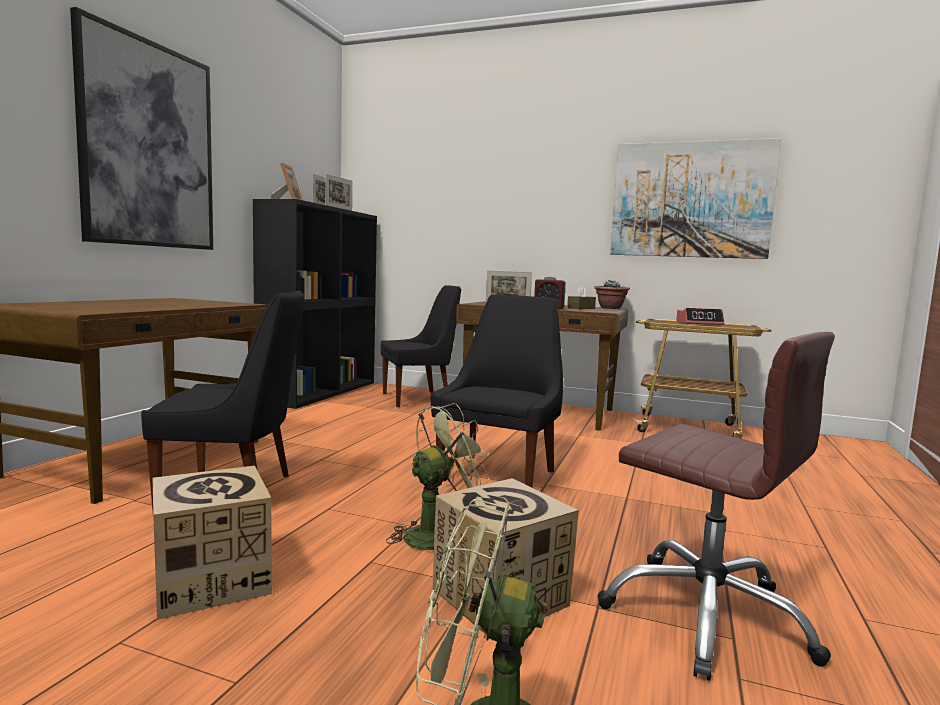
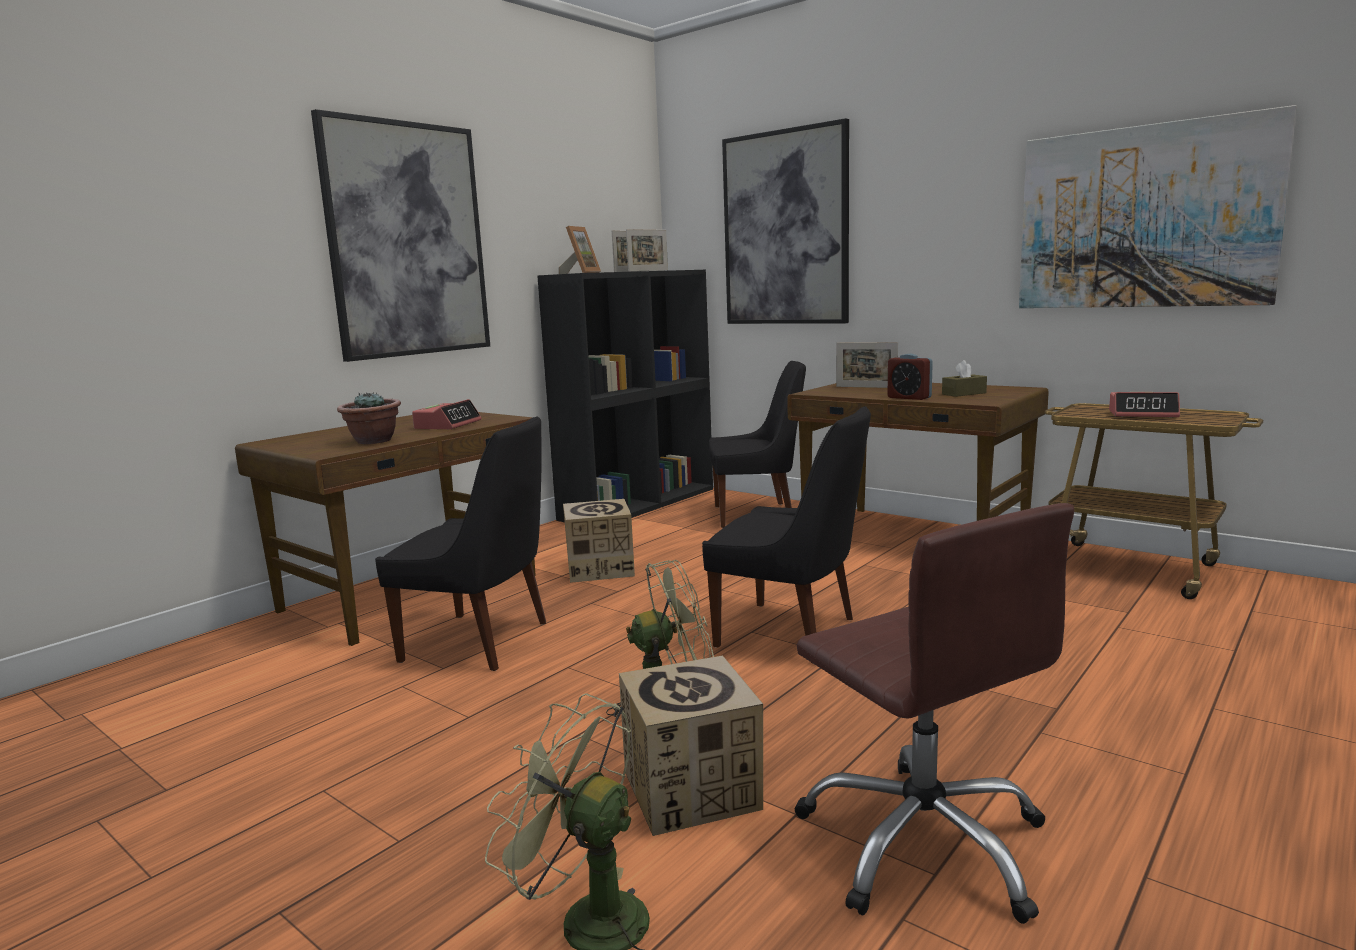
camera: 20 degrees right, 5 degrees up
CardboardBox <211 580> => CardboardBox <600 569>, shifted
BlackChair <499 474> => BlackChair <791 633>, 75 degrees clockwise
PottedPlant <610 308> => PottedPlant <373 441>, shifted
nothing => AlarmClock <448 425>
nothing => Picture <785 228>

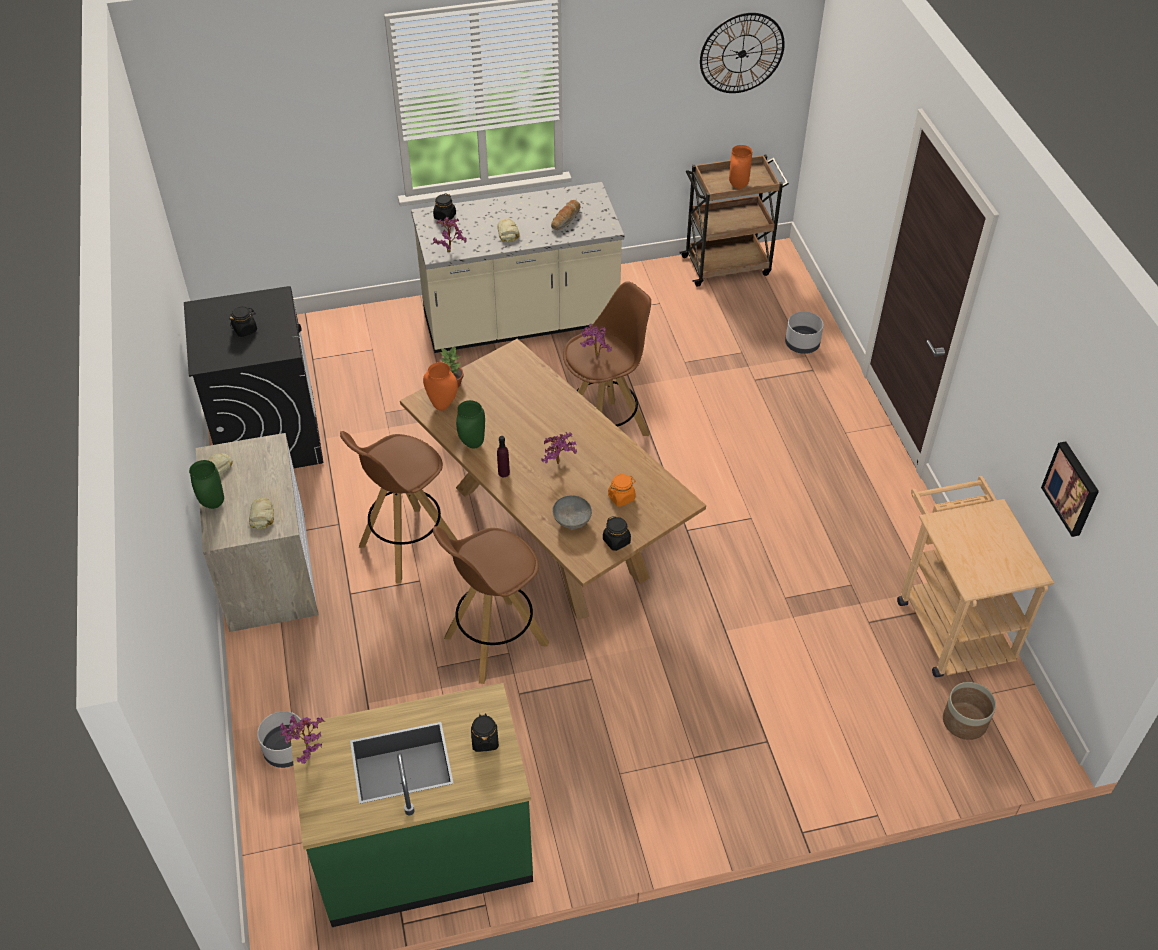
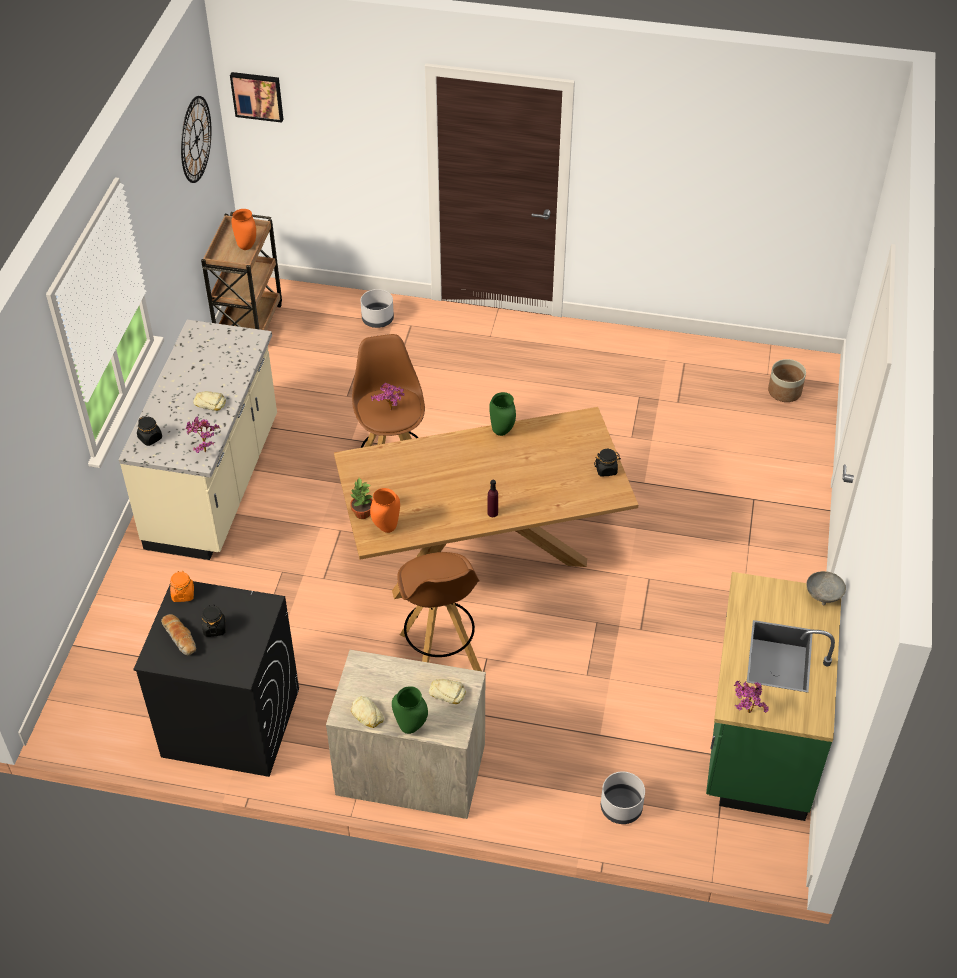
camera: 65 degrees left, 0 degrees up
BrownStool <494 641> => nothing
GreenVase <473 444> => GreenVase <502 431>, shifted
BlackJar <485 740> => nothing
PottedPlant <559 465> => nothing
Bread <566 220> => Bread <180 638>, shifted
GreyBowl <572 522> => GreyBowl <824 596>, shifted
OrangeJar <621 497> => OrangeJar <183 594>, shifted
BeigeCart <949 621> => nothing
Picture <1072 488> => Picture <257 95>, shifted

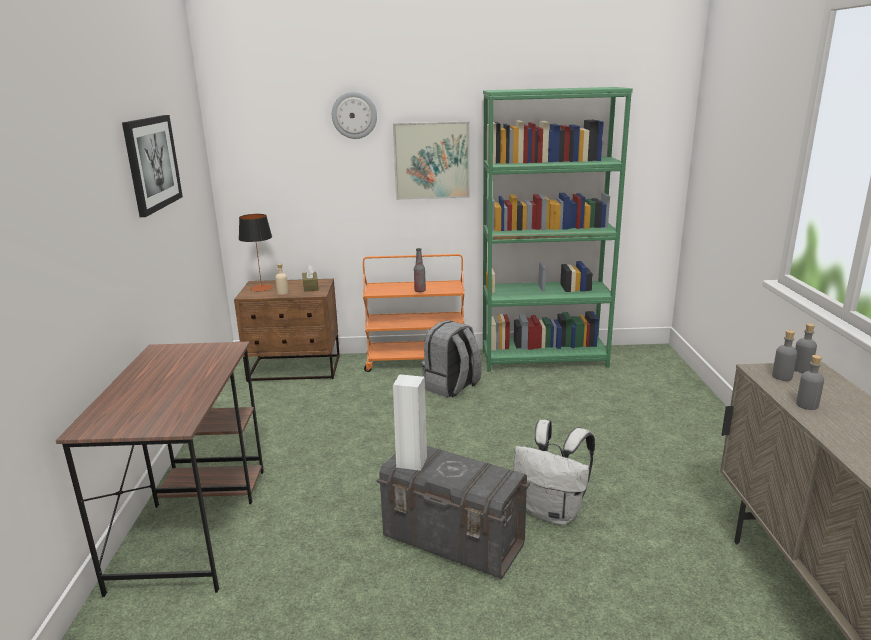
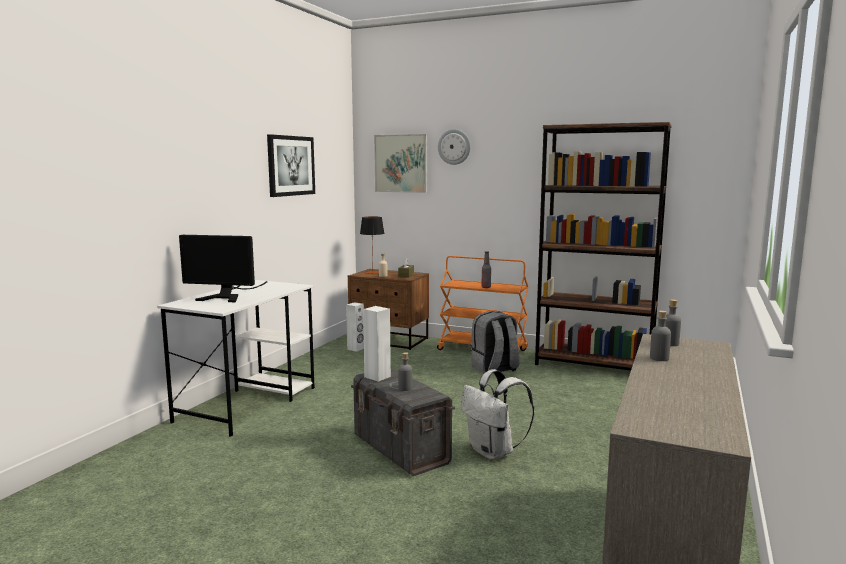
camera: 25 degrees right, 10 degrees down
BrownDesk <194 524> => WhiteDesk <248 403>
Picture <431 160> => Picture <401 163>, shifted
GreenBookcase <544 359> => BrownBookcase <594 365>
GreyBottle <801 369> => GreyBottle <405 388>, shifted
nothing => Monitor <228 296>
nothing => WhiteSpeaker <356 349>

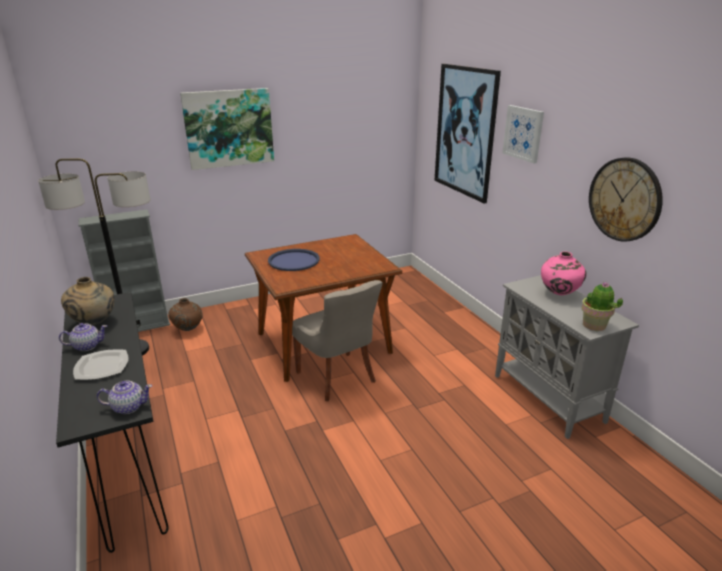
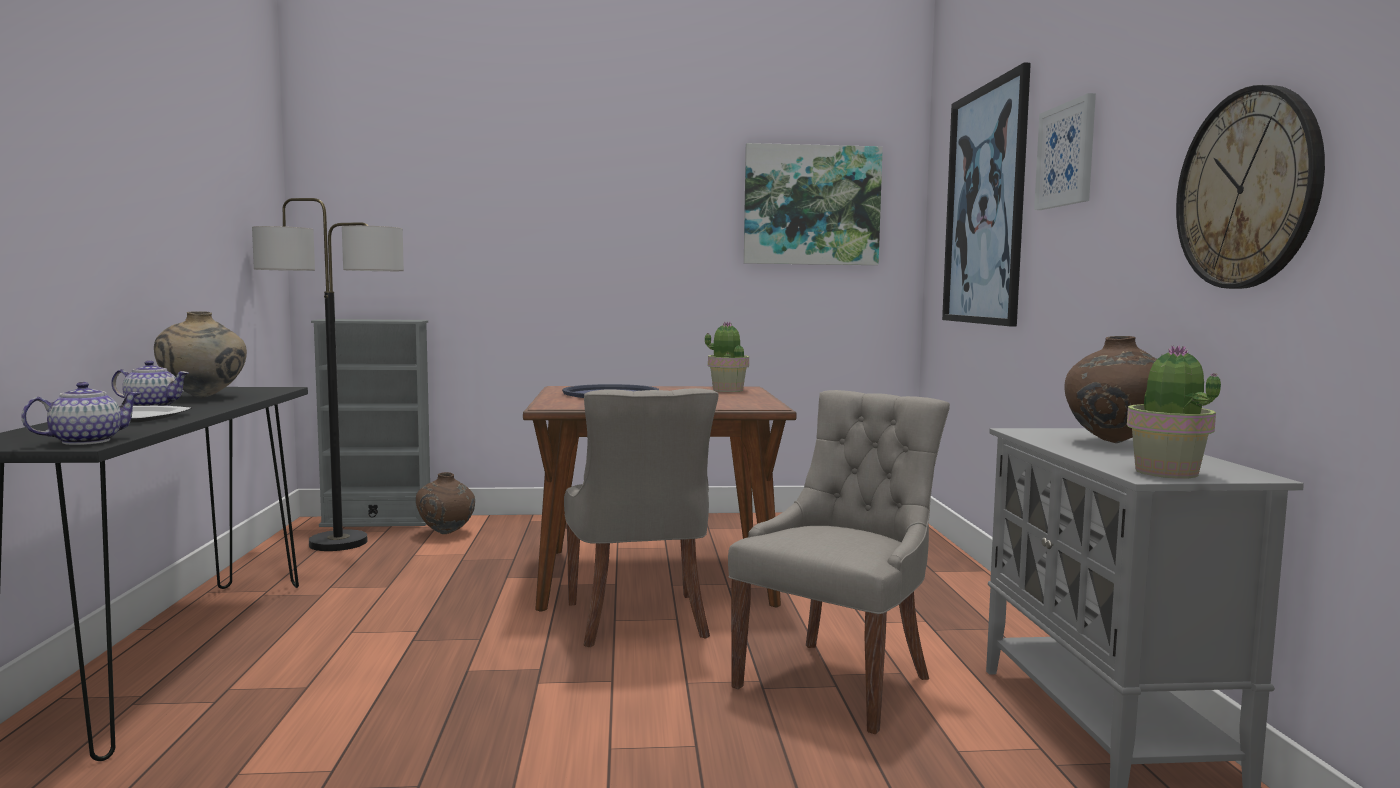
camera: 20 degrees right, 20 degrees down
Teapot <128 407> => Teapot <85 441>, 60 degrees counterclockwise
Picture <229 128> => Picture <811 205>, shifted
PinkVase <559 294> => BrownVase <1115 443>
nothing => PottedPlant <727 390>
nothing => GreyChair <838 681>

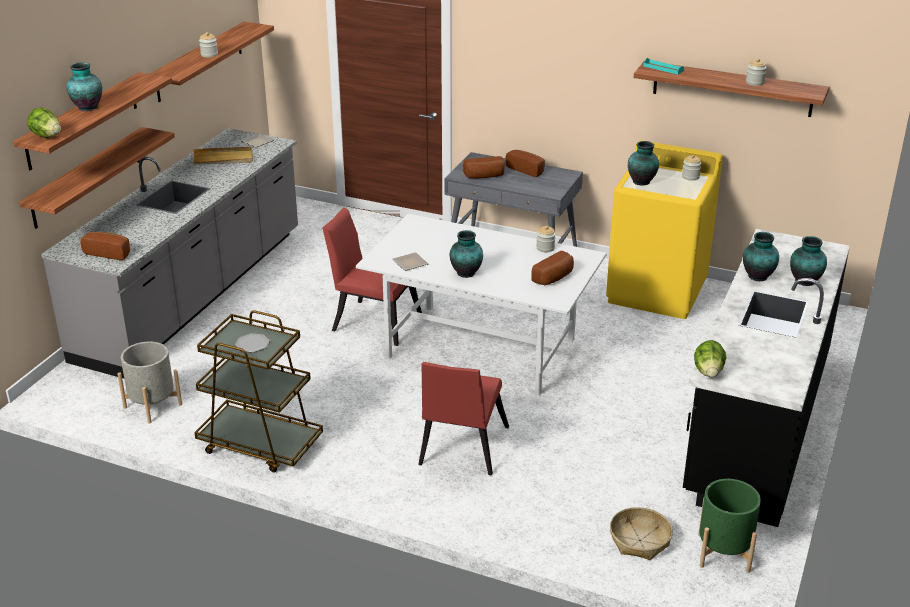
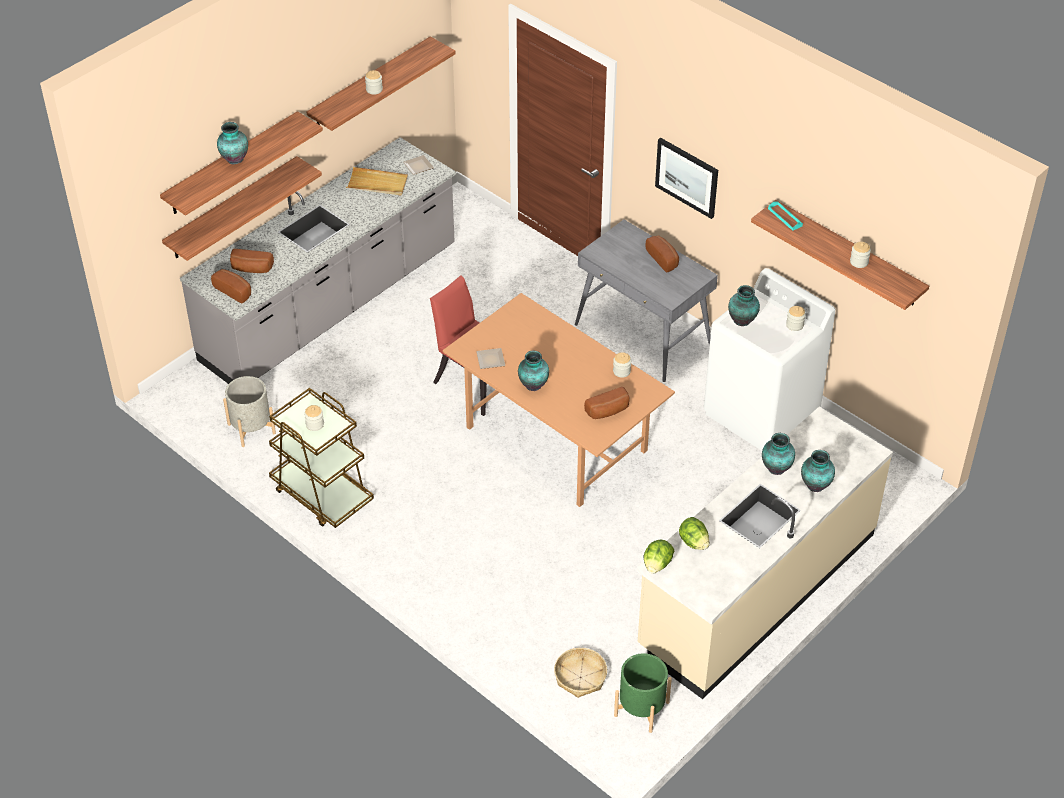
camera: 20 degrees right, 15 degrees up
Lettuce <47 136> => Lettuce <693 542>, shifted
Plate <252 344> => Jar <315 424>
WhiteDiningTable <482 348> => BrownDiningTable <558 439>
RedChair <461 449> => nothing
Bread <485 176> => Bread <251 269>, shifted
YellowWashingMachine <657 291> => WhiteWashingMachine <761 412>
BlackCounter <757 422> => BeigeCounter <756 590>
nothing => Picture <687 177>

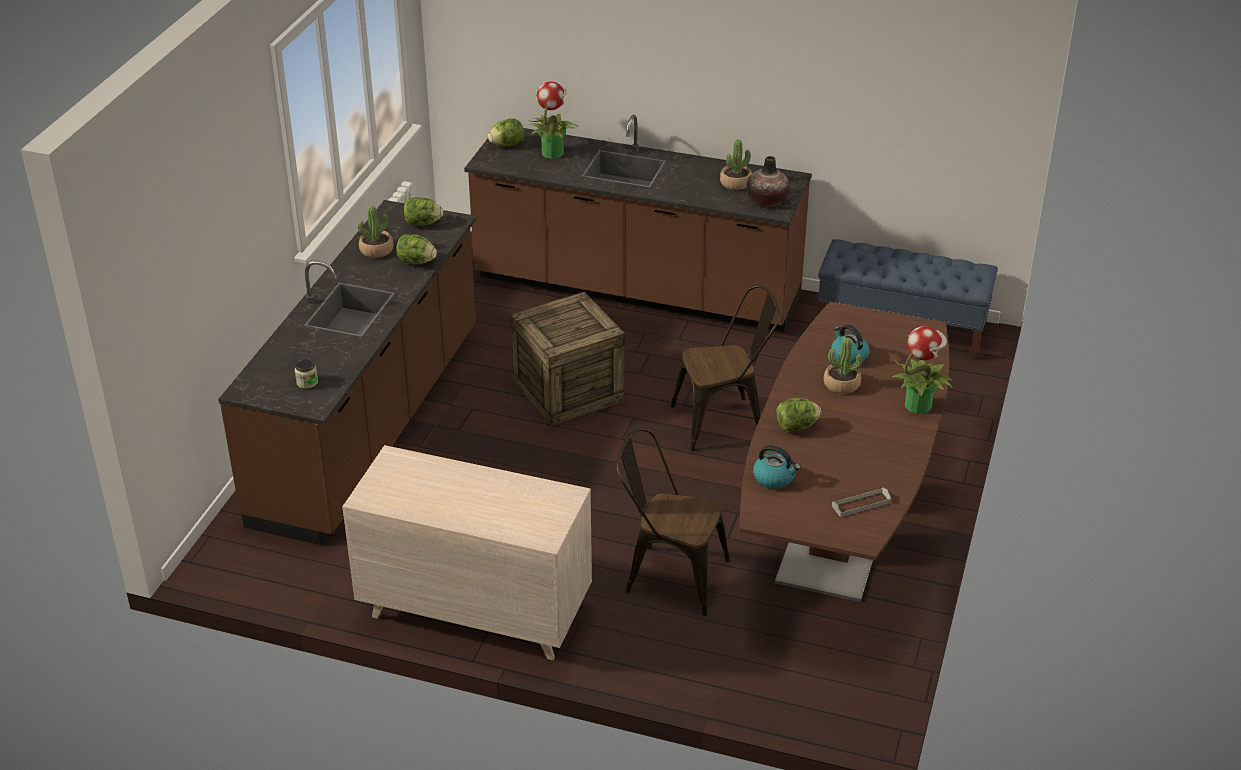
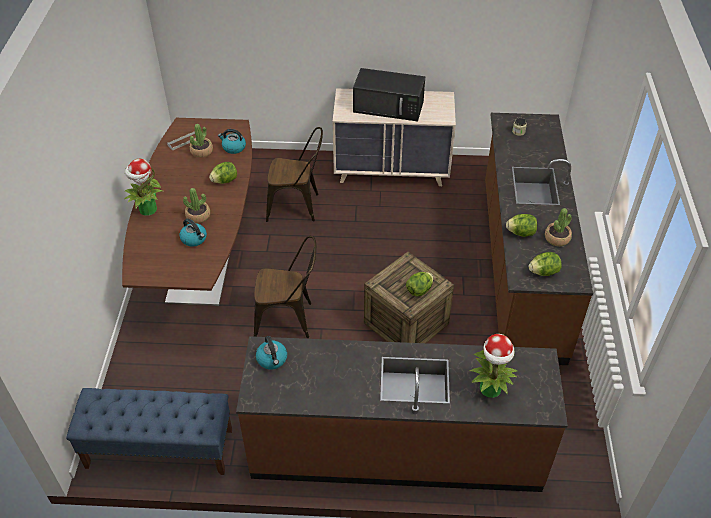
camera: 165 degrees right, 10 degrees up
Lettuce <507 144> => Lettuce <419 290>, shifted
BrownChair <725 421> => BrownChair <288 319>, 150 degrees counterclockwise
PottedPlant <735 183> => PottedPlant <202 151>, shifted
Vase <767 201> => Kettle <272 359>
nothing => BlackMicrowave <389 106>

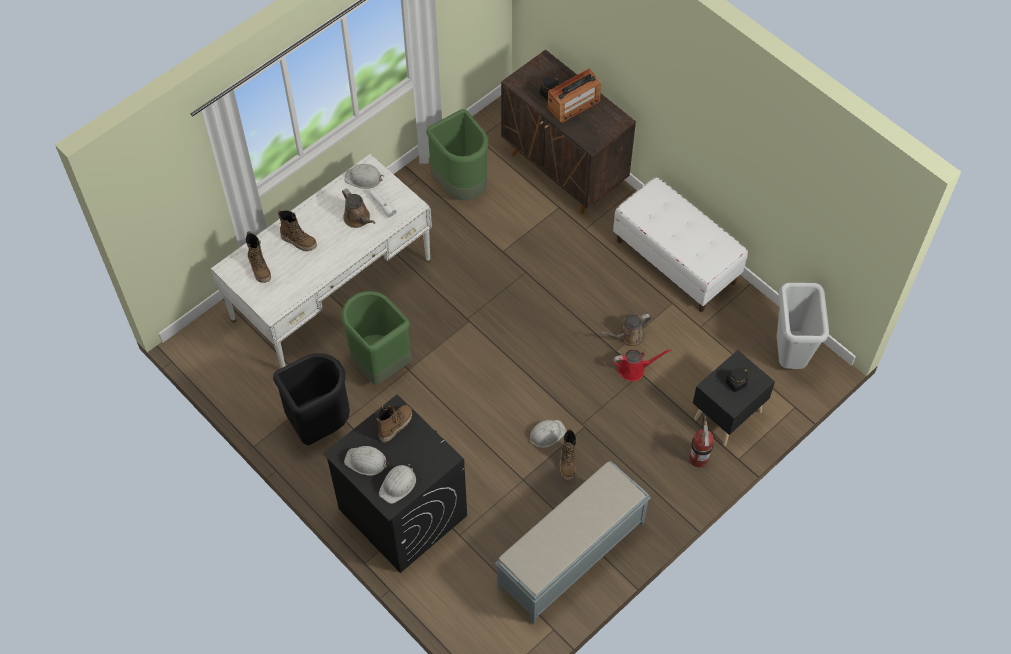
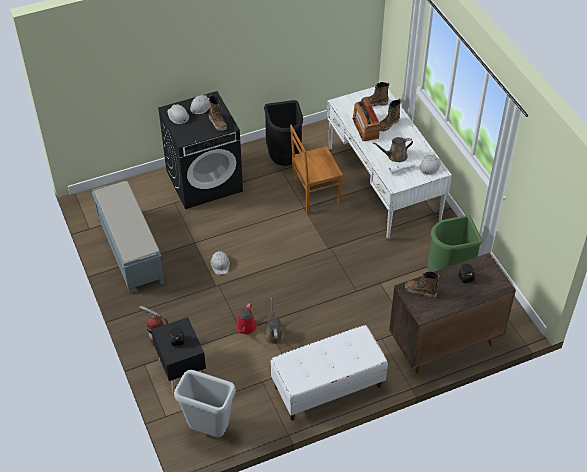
camera: 110 degrees right, 10 degrees down
GreenTrashCan <379 364> => BrownChair <314 195>
Radio <574 104> => Radio <365 128>, shifted
Boot <567 463> => Boot <420 291>, shifted

